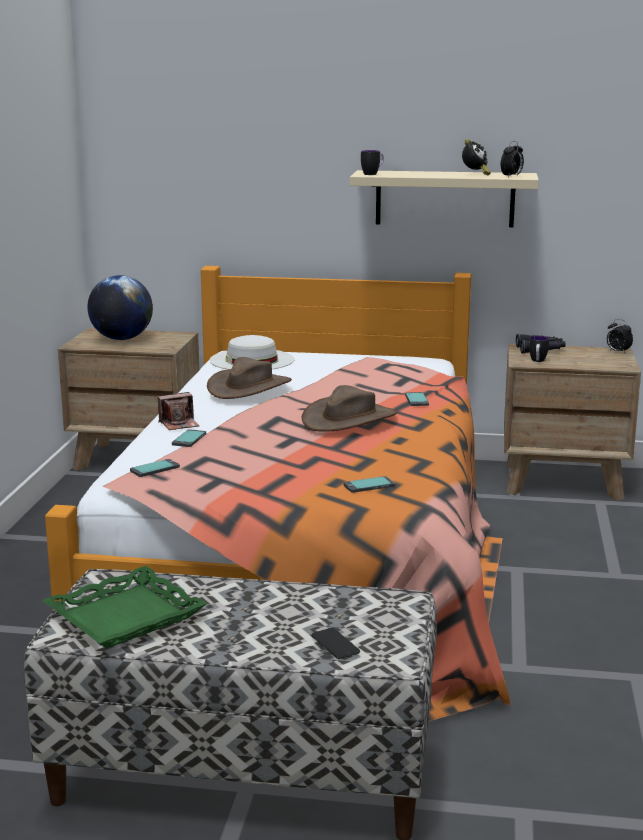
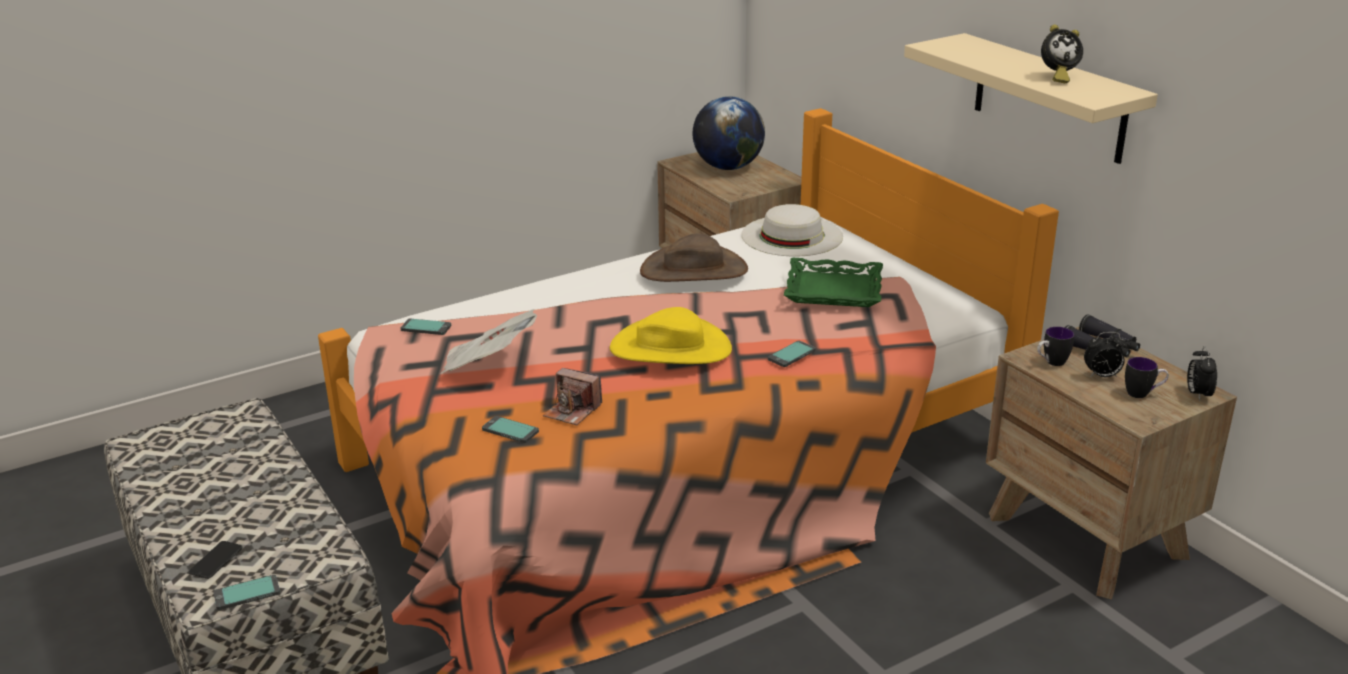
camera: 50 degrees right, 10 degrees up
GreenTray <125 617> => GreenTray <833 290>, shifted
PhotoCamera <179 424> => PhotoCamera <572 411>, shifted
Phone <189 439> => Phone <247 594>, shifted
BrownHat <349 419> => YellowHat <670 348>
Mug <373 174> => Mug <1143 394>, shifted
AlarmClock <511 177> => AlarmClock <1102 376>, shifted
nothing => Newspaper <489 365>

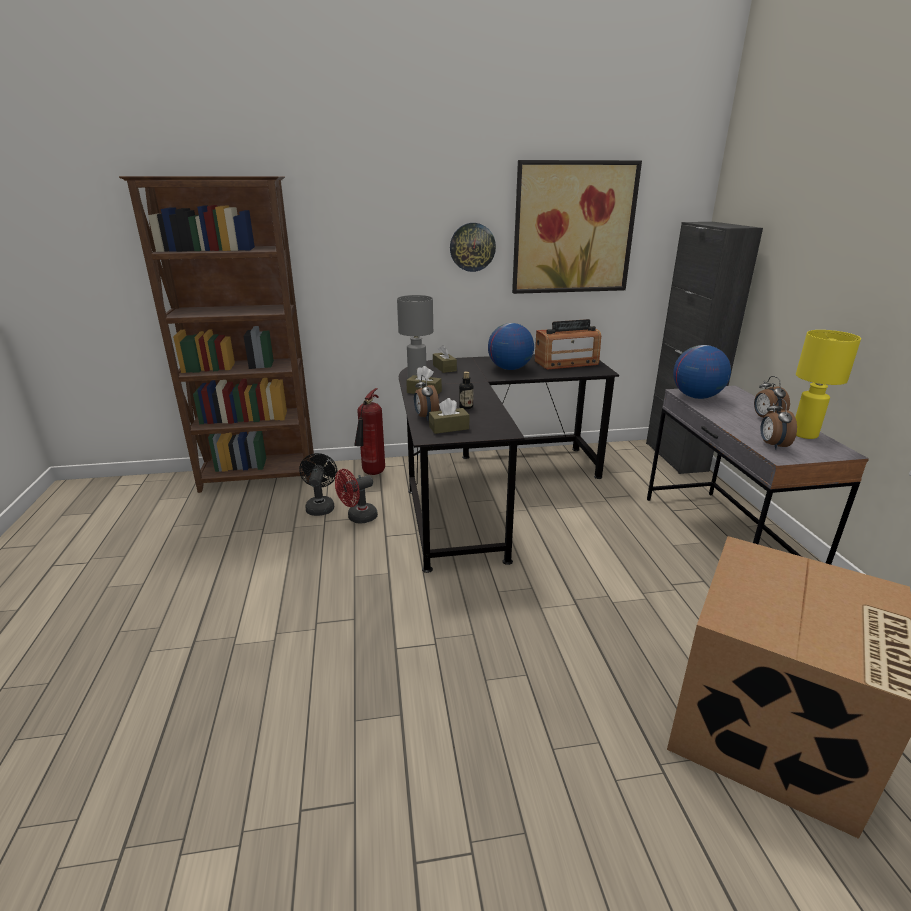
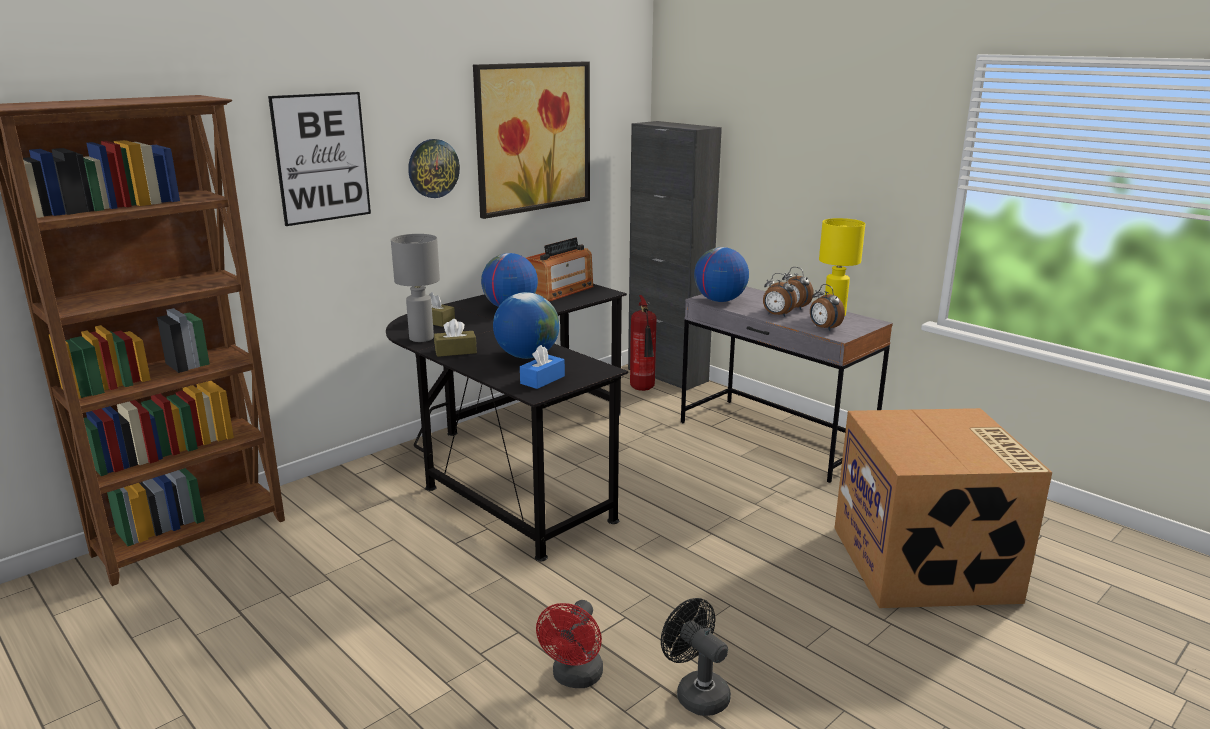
camera: 35 degrees left, 5 degrees down
BlackFan <320 506> => BlackFan <696 692>, shifted
RedFan <358 518> => RedFan <575 678>, shifted
FireExtinguisher <372 474> => FireExtinguisher <643 390>, shifted
AlarmClock <426 417> => AlarmClock <777 315>, shifted
BrownTissueBox <449 428> => BlueTissueBox <542 380>
Bottle <466 407> => Globe <527 356>
nothing => Picture <321 158>

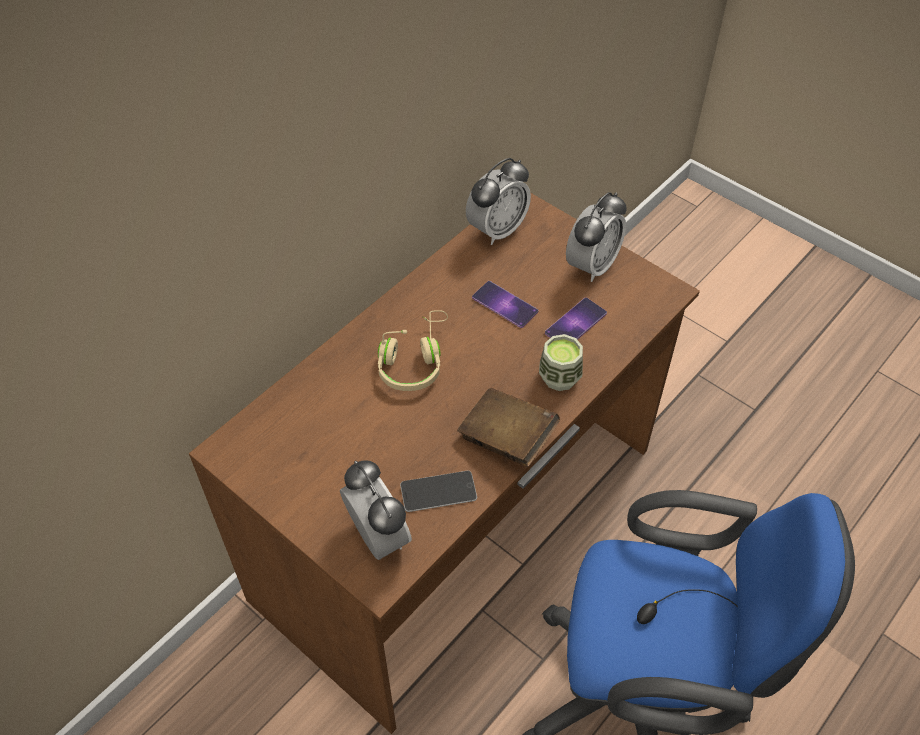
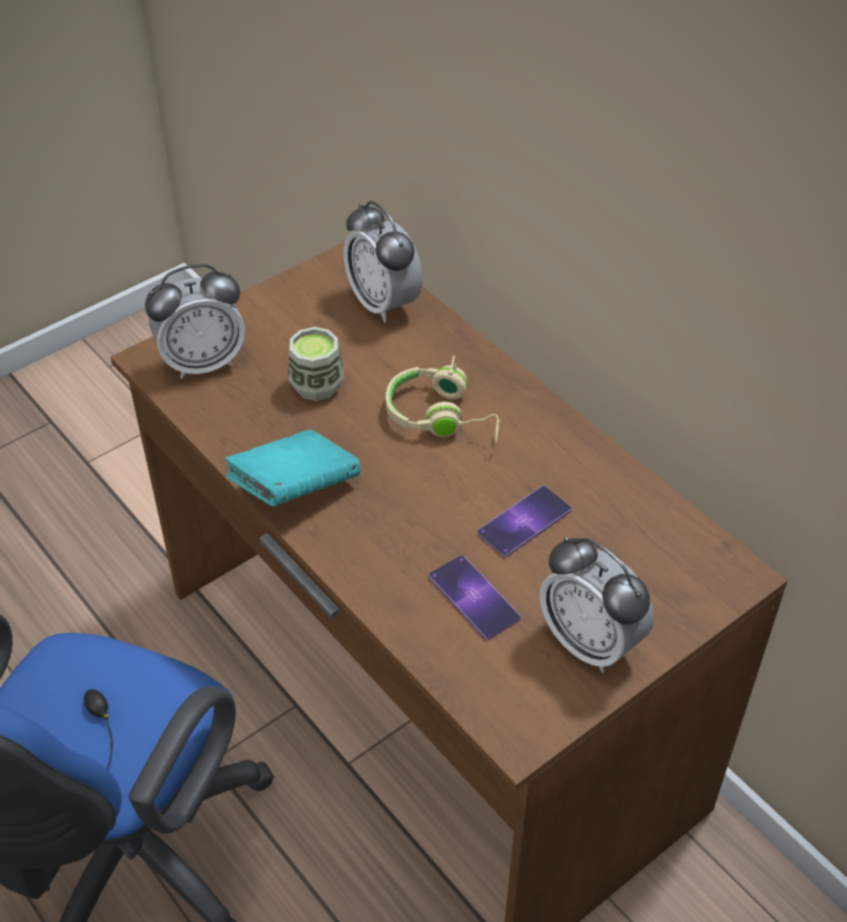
camera: 100 degrees right, 5 degrees down
Phone <438 491> => nothing
BrownBook <507 439> => TurquoiseBook <295 488>
AlarmClock <497 230> => AlarmClock <383 303>, shifted
Cup <559 377> => Cup <316 385>, shifted

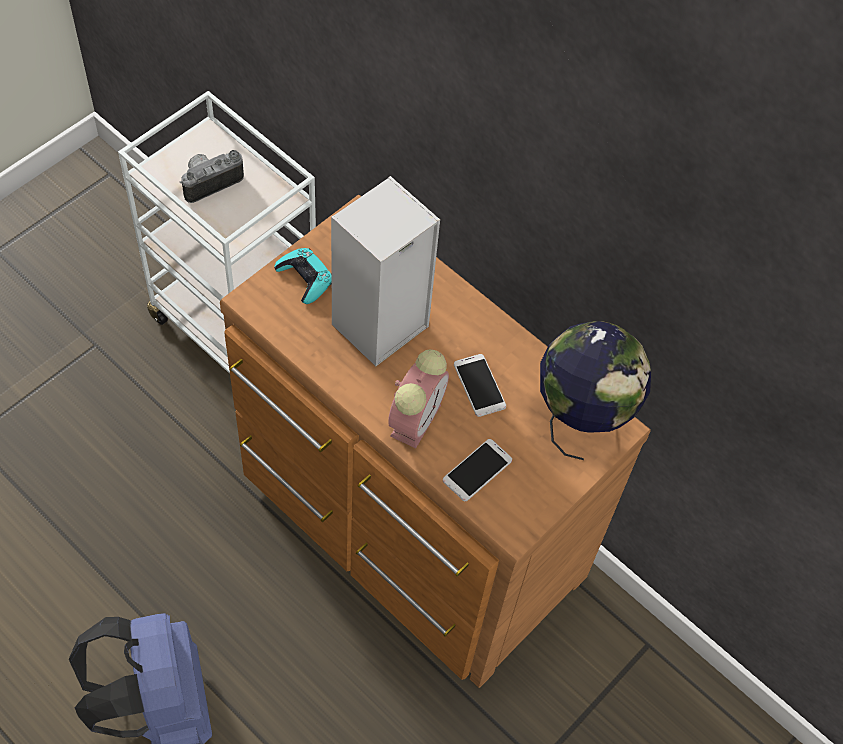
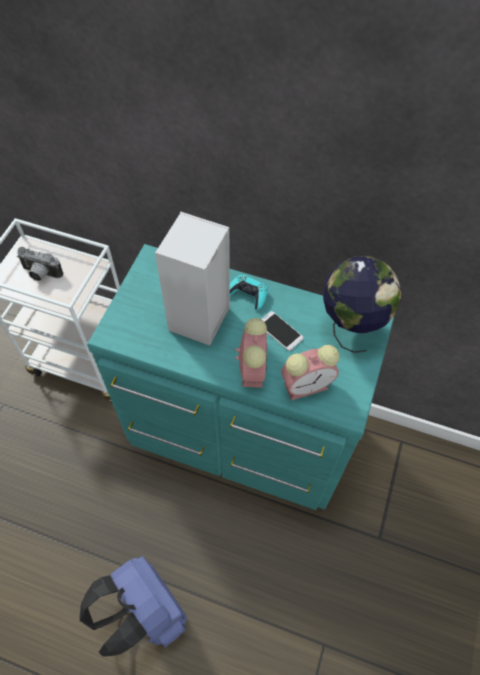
camera: 20 degrees left, 0 degrees up
PhotoCamera <210 182> => PhotoCamera <40 274>, 105 degrees counterclockwise
BrownDresser <408 528> => TurquoiseDresser <240 434>
TurquoiseGameController <305 279> => TurquoiseGameController <247 294>, shifted
Phone <477 470> => AlarmClock <307 385>

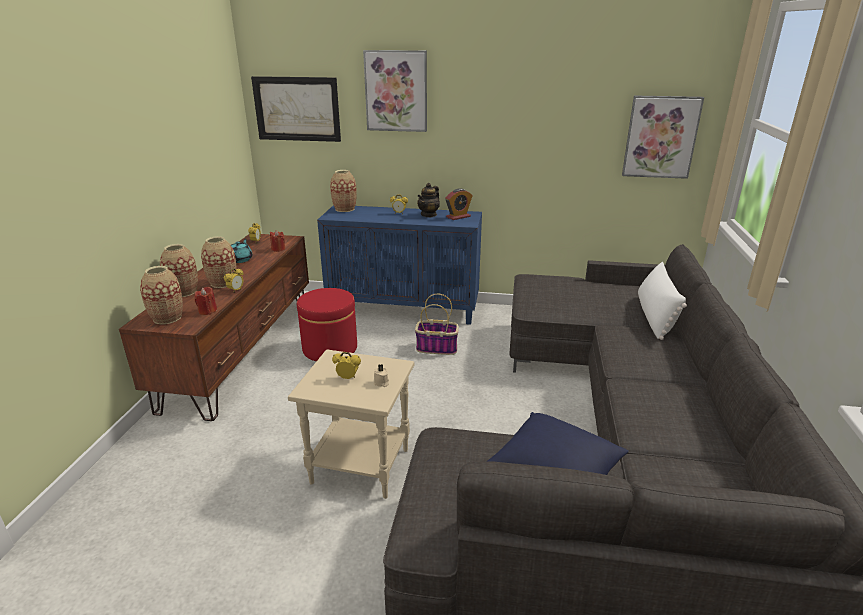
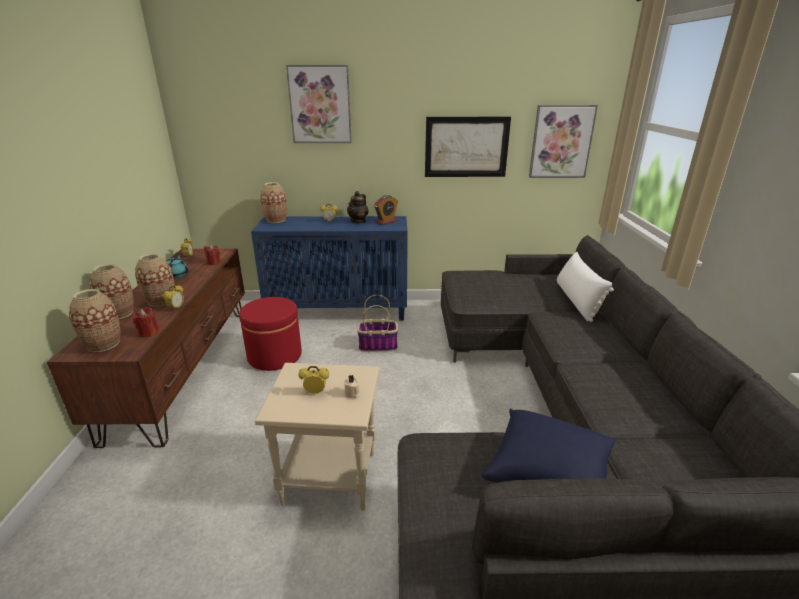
camera: 10 degrees left, 0 degrees up
Picture <297 109> => Picture <466 147>, shifted

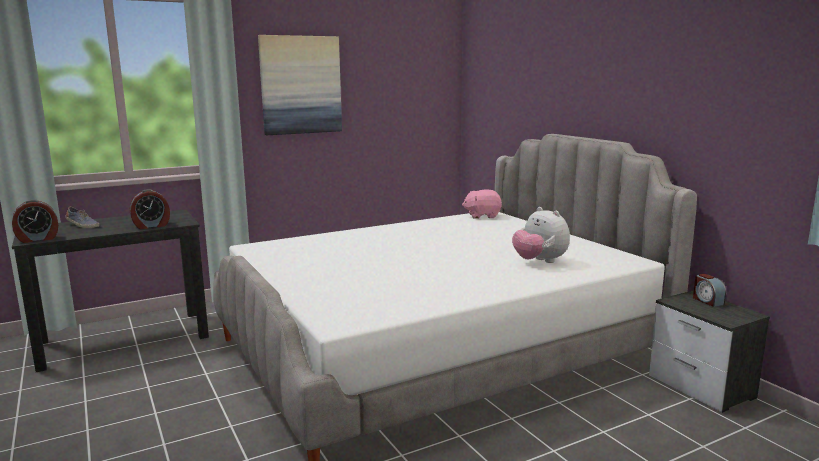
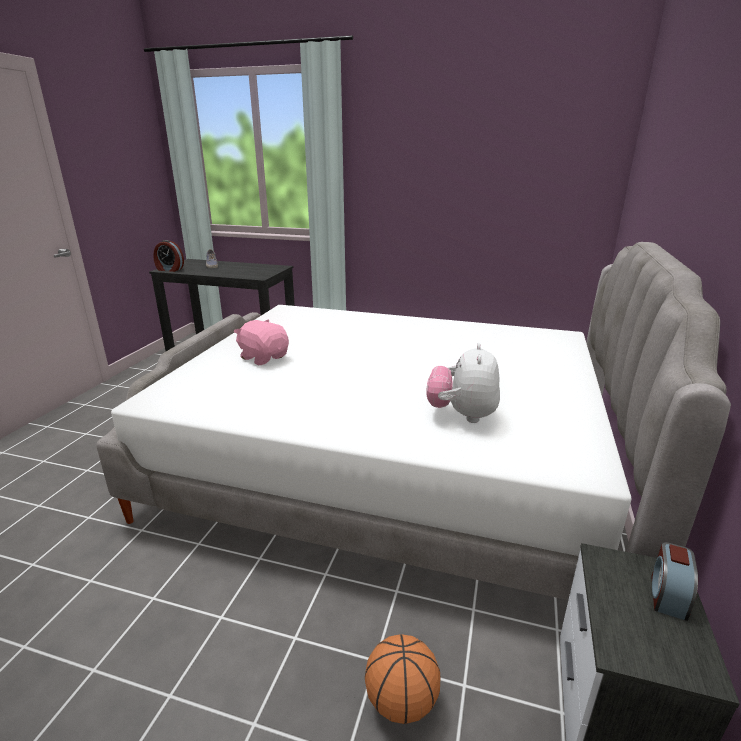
camera: 45 degrees right, 10 degrees up
AlarmClock <151 226> => nothing
Picture <300 85> => nothing
PinkPlushToy <482 216> => PinkPlushToy <264 357>, shifted
nothing => Basketball <401 701>

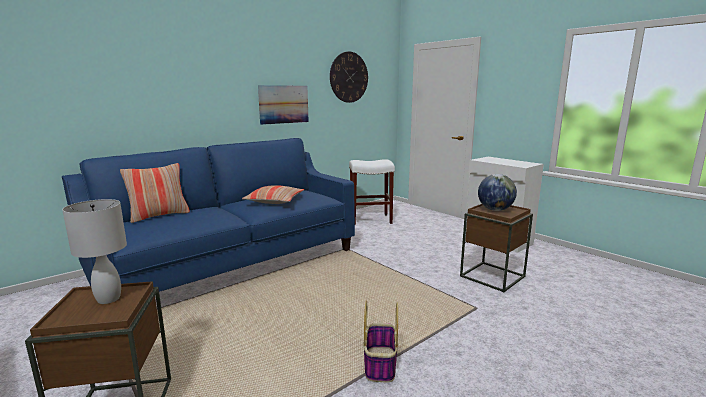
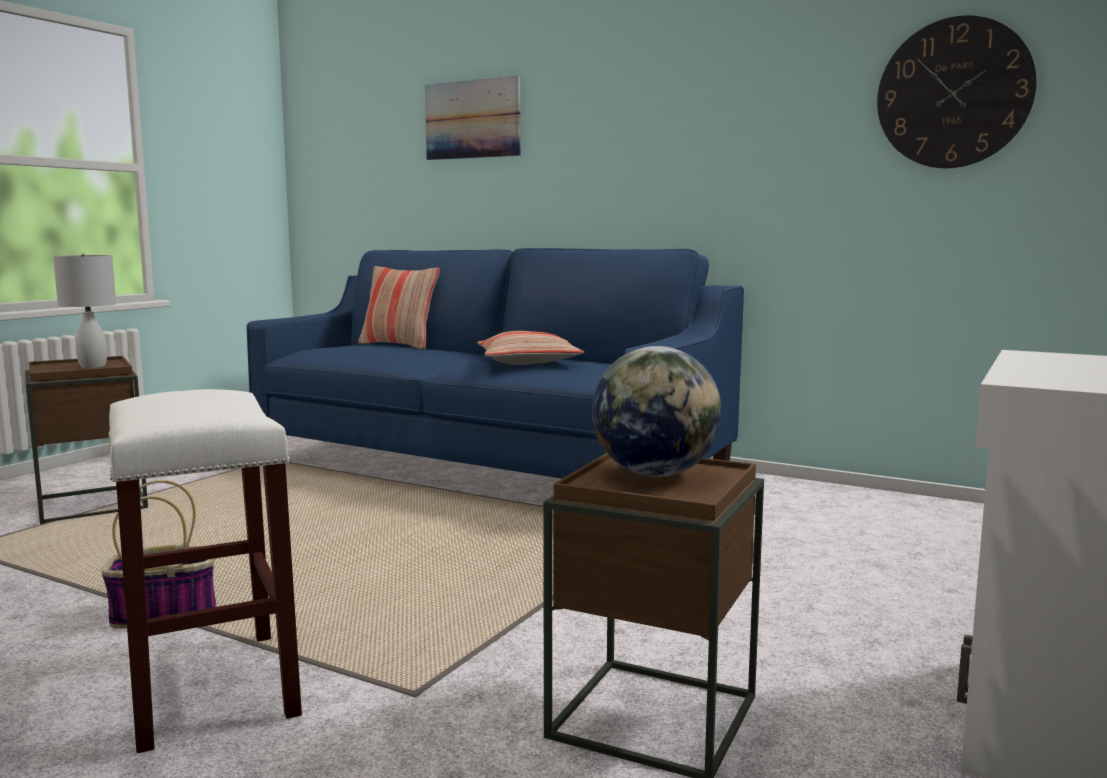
camera: 70 degrees right, 5 degrees down
Picture <284 104> => Picture <472 119>, shifted
WhiteStool <371 219> => WhiteStool <213 689>, shifted

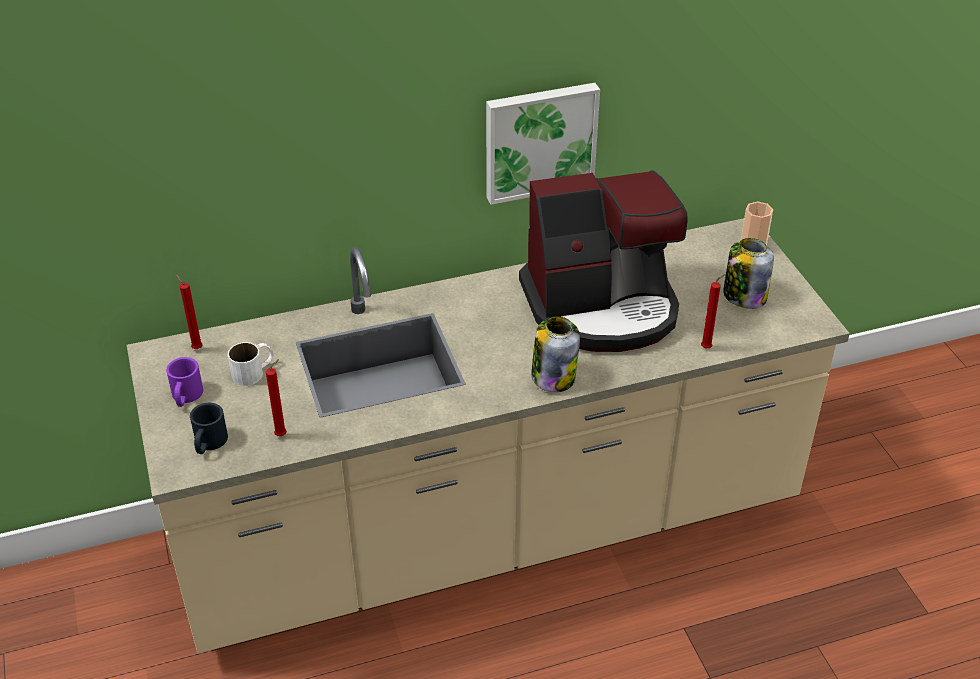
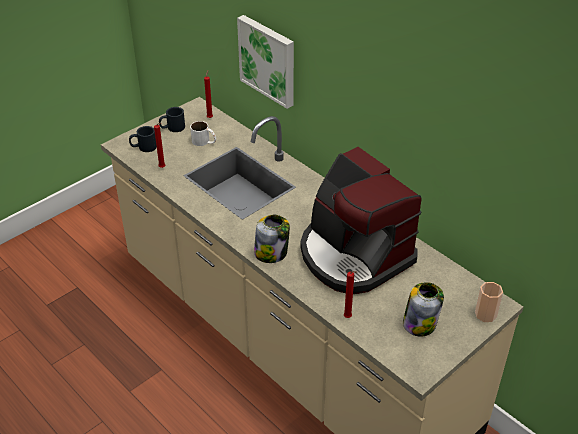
camera: 65 degrees right, 0 degrees up
PurpleMug <186 397> => BlackMug <172 128>
Picture <539 141> => Picture <268 60>, shifted

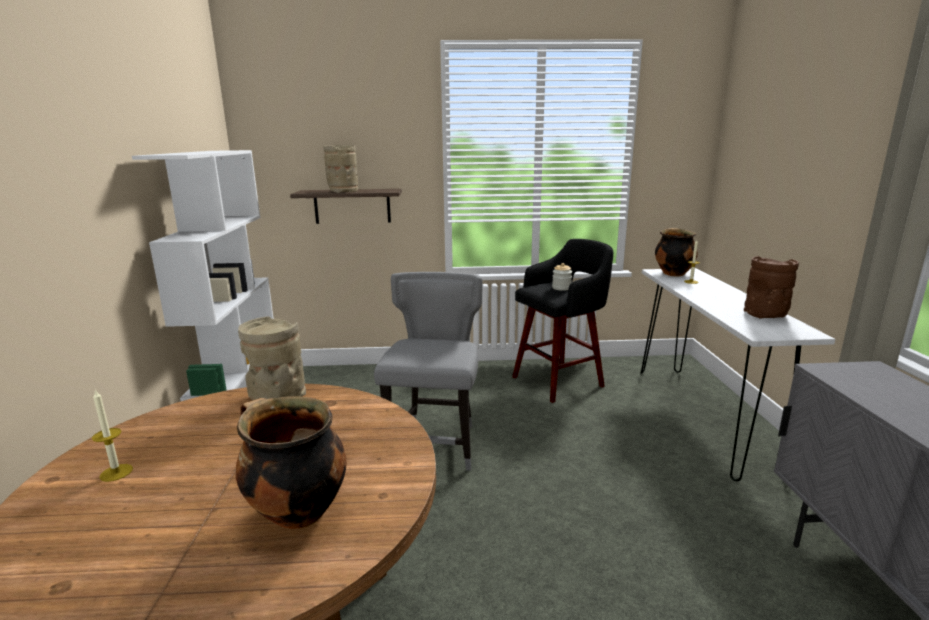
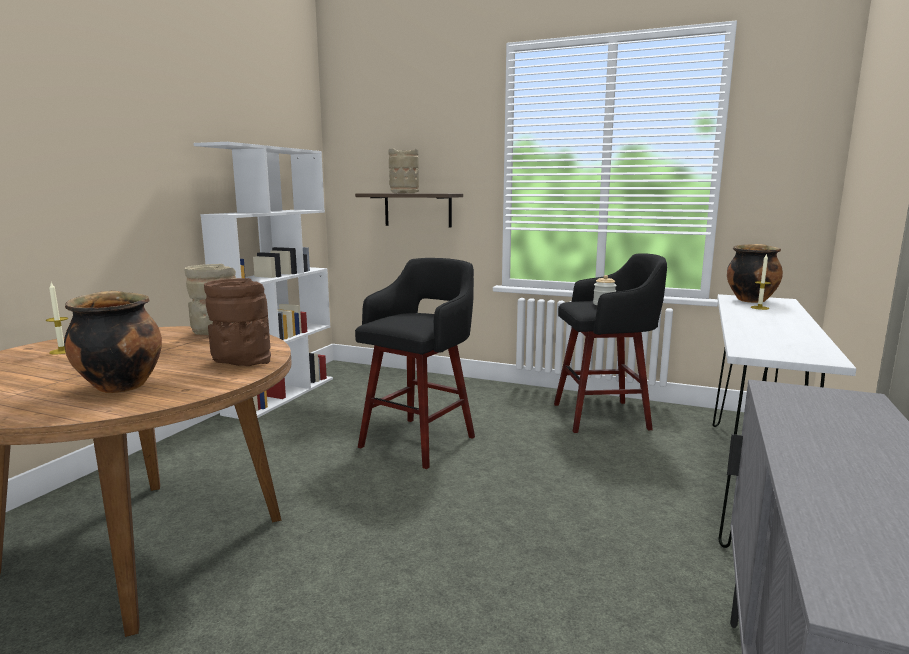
camera: 25 degrees right, 5 degrees down
GreyChair <435 443> => BlackStool <420 441>
BrownVase <764 315> => BrownVase <241 362>, shifted

